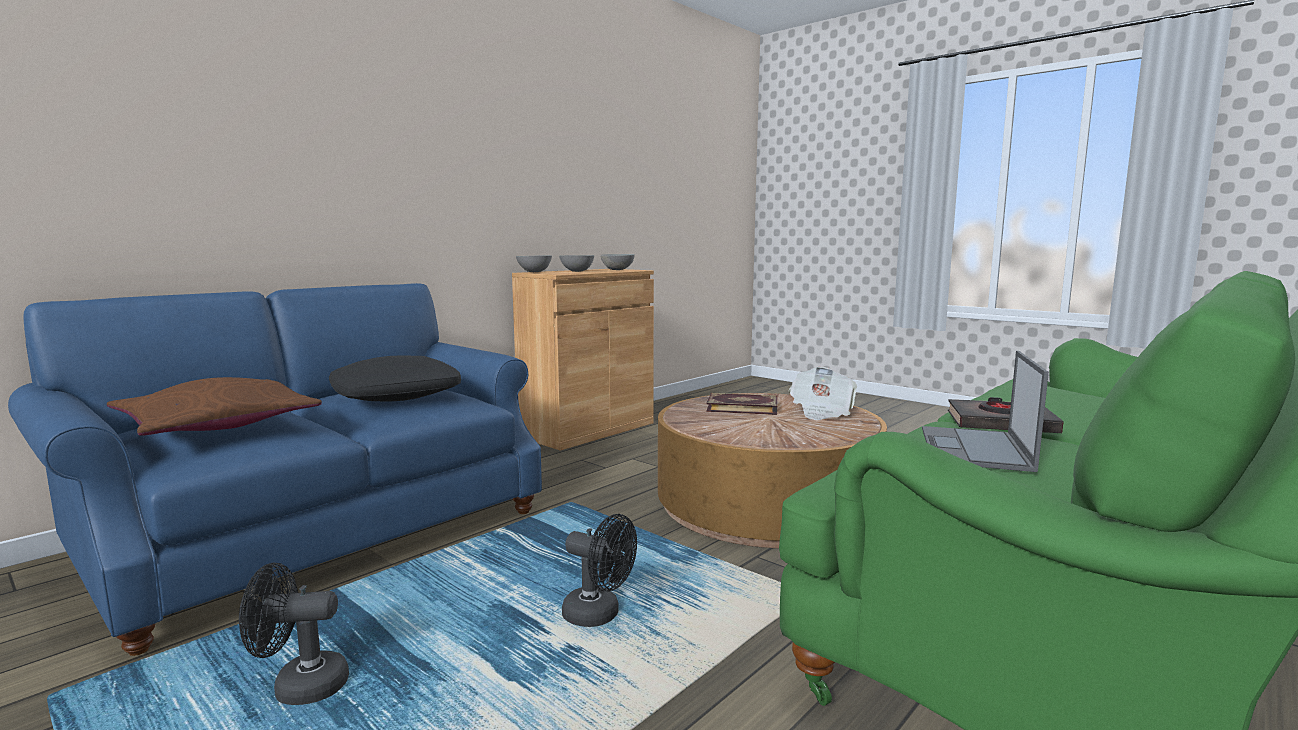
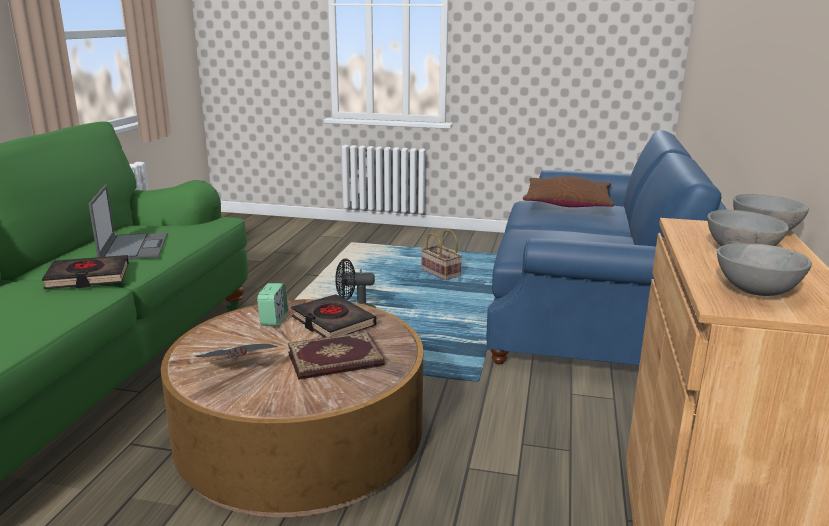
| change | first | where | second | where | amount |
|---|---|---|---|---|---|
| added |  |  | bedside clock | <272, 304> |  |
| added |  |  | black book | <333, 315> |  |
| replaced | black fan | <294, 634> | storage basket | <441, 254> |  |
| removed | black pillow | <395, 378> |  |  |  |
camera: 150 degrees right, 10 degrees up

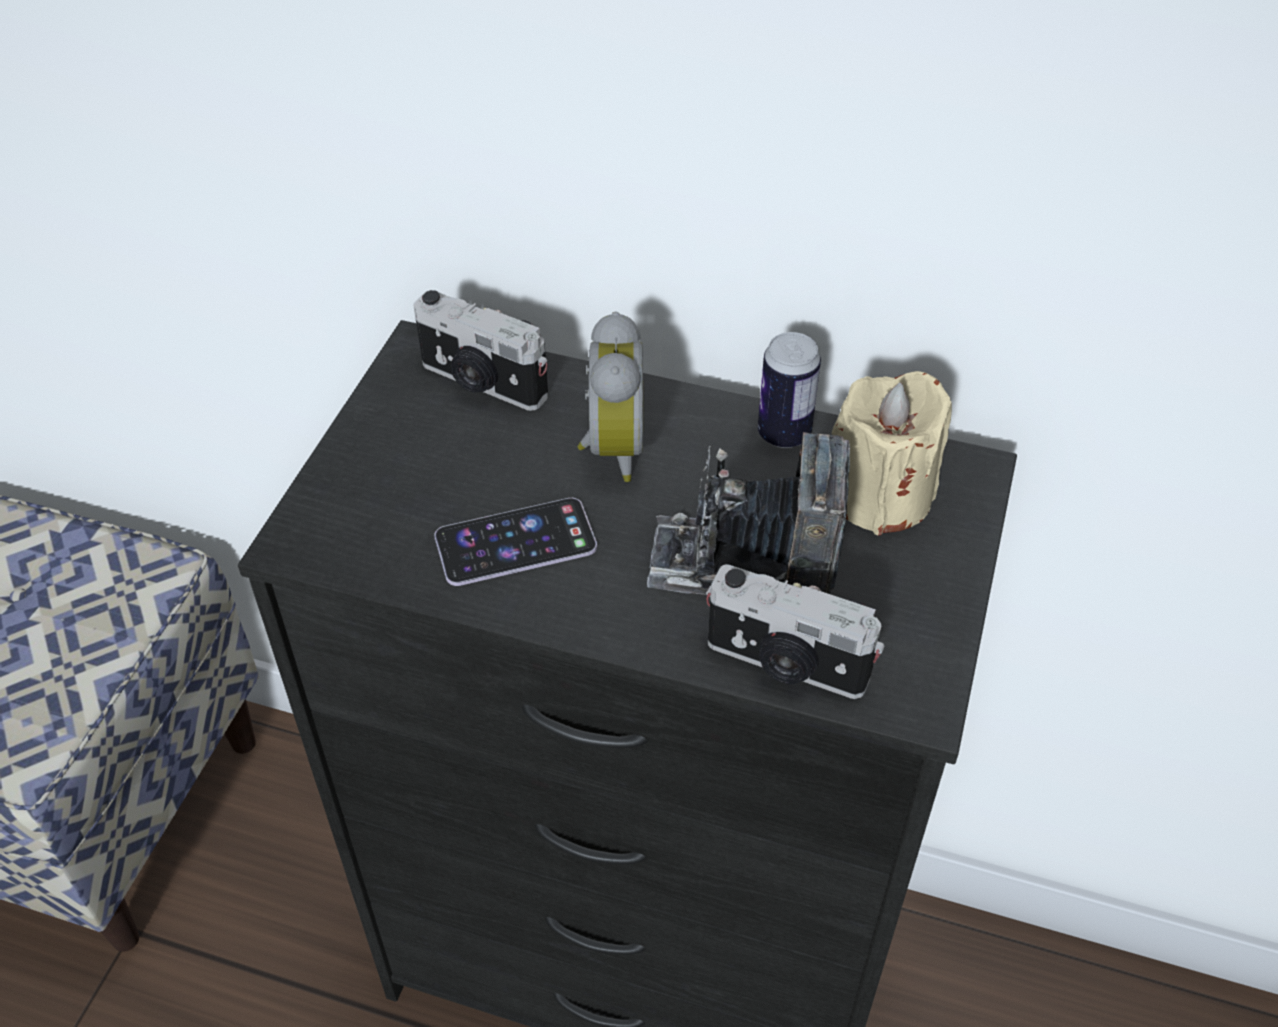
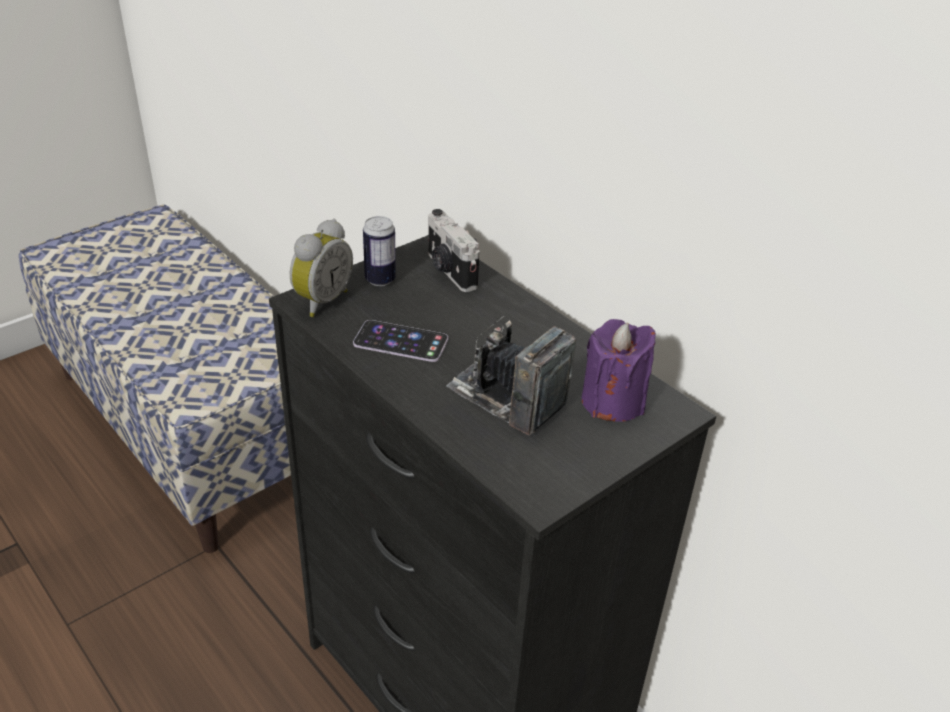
| change | first | where | second | where | amount |
|---|---|---|---|---|---|
| moved | bedside clock | <610, 396> |  | <321, 268> |  |
| moved | can | <789, 390> |  | <379, 251> |  |
| recoloured | sand-coloured candle | <891, 453> | purple candle | <618, 370> |  |
| removed | photo camera | <795, 631> |  |  |  |
camera: 30 degrees right, 10 degrees down

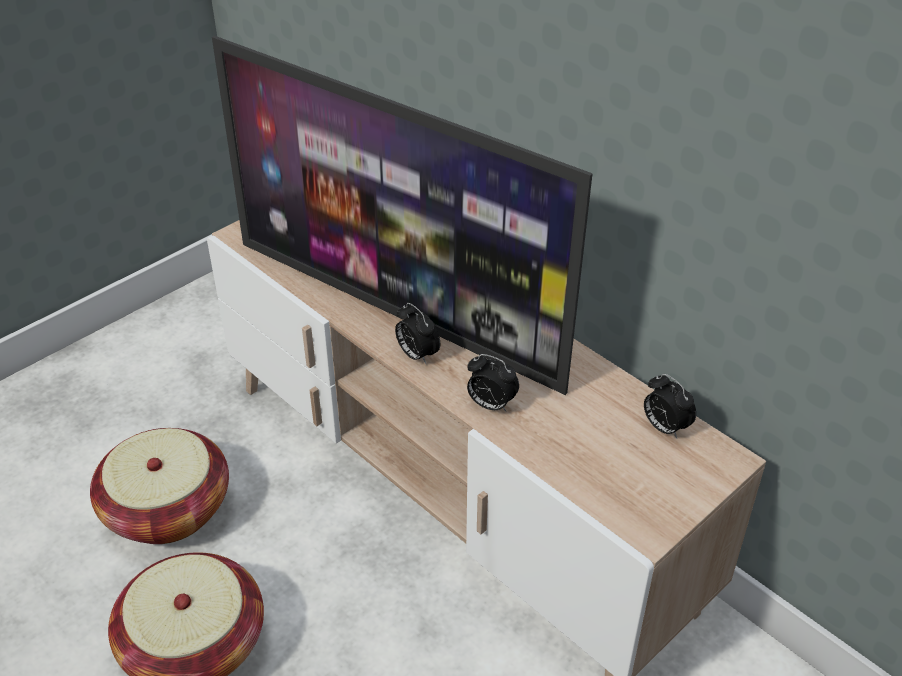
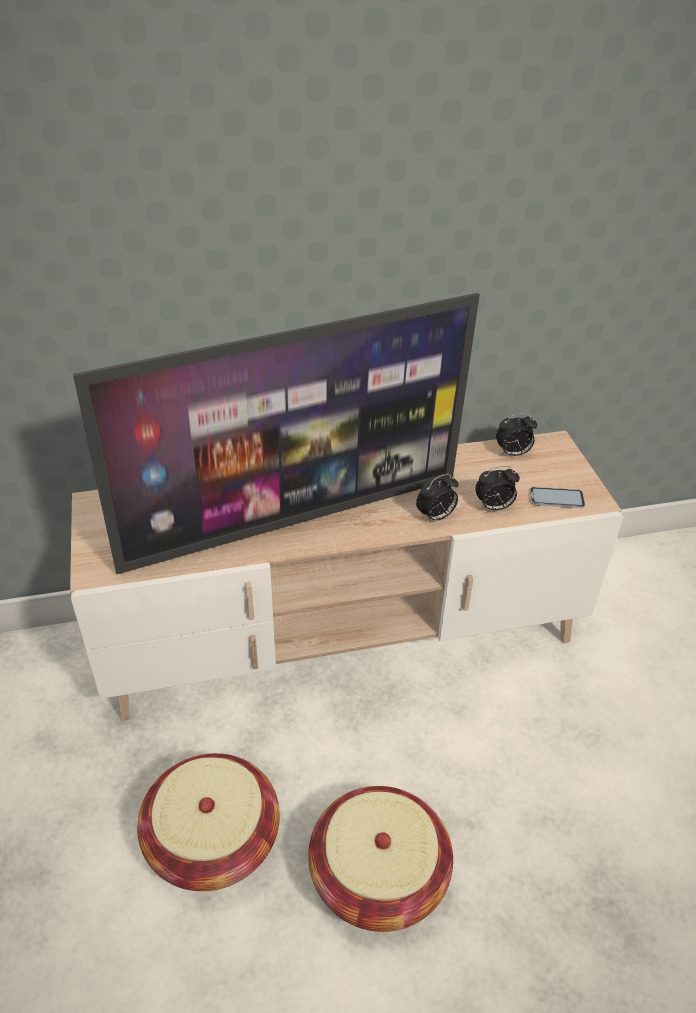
| change | first | where | second | where | amount |
|---|---|---|---|---|---|
| moved | bedside clock | <417, 333> |  | <497, 488> |  |
| added |  |  | telephone | <557, 497> |  |
camera: 60 degrees left, 0 degrees up

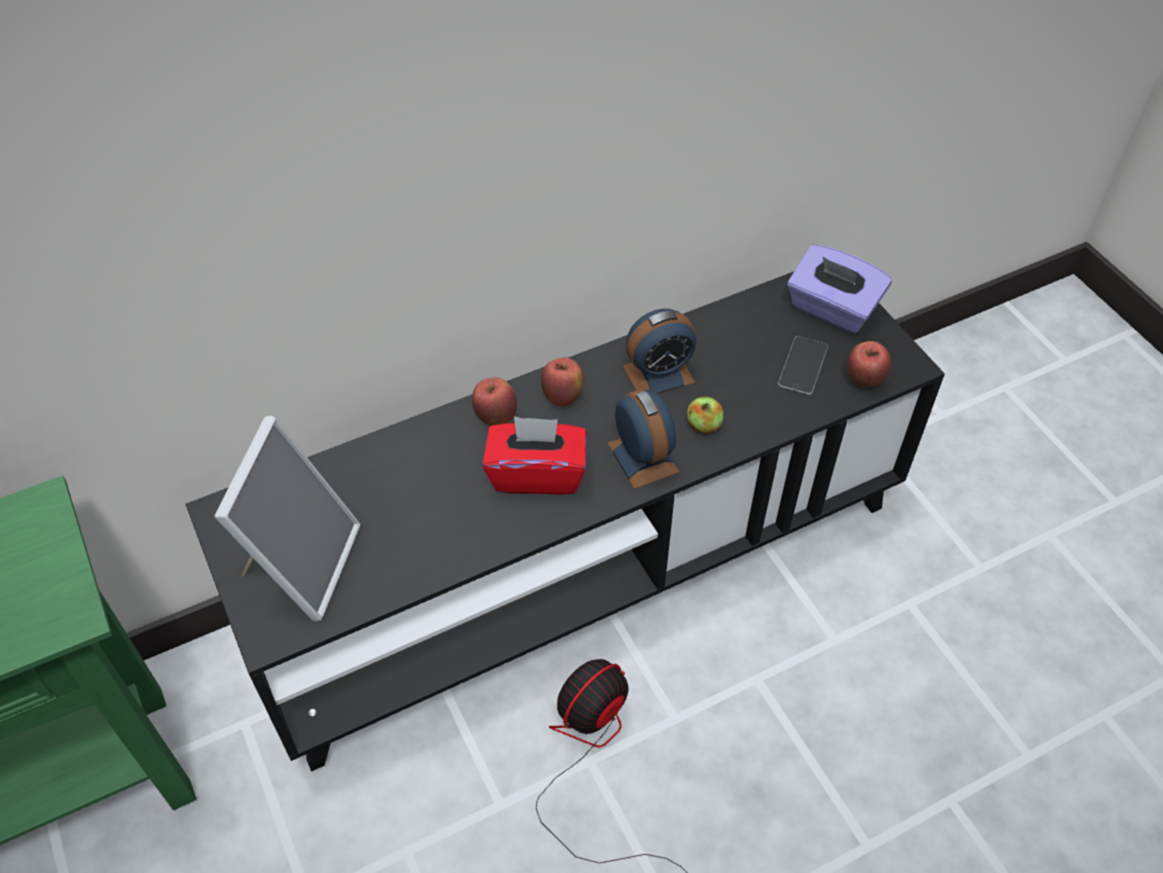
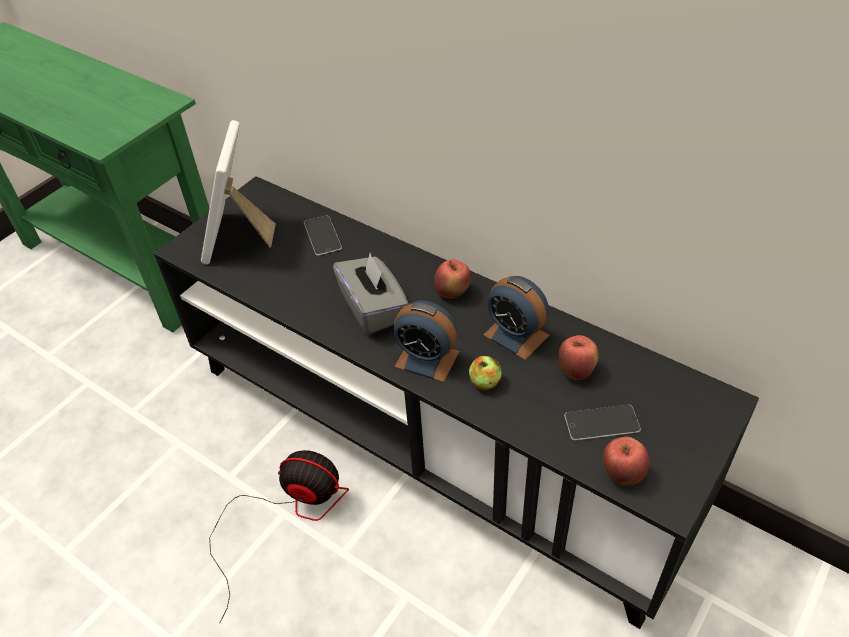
| change | first | where | second | where | amount |
|---|---|---|---|---|---|
| turned | picture frame | <287, 518> |  | <238, 192> | 105 degrees clockwise |
| added |  |  | telephone | <323, 236> |  |
| recoloured | red tissue holder | <534, 455> | gray tissue holder | <370, 294> |  |
| turned | bedside clock | <643, 439> |  | <426, 341> | 75 degrees clockwise |
| moved | apple | <494, 401> |  | <578, 357> |  |
| removed | purple tissue holder | <839, 289> |  |  |  |
camera: 65 degrees right, 5 degrees down

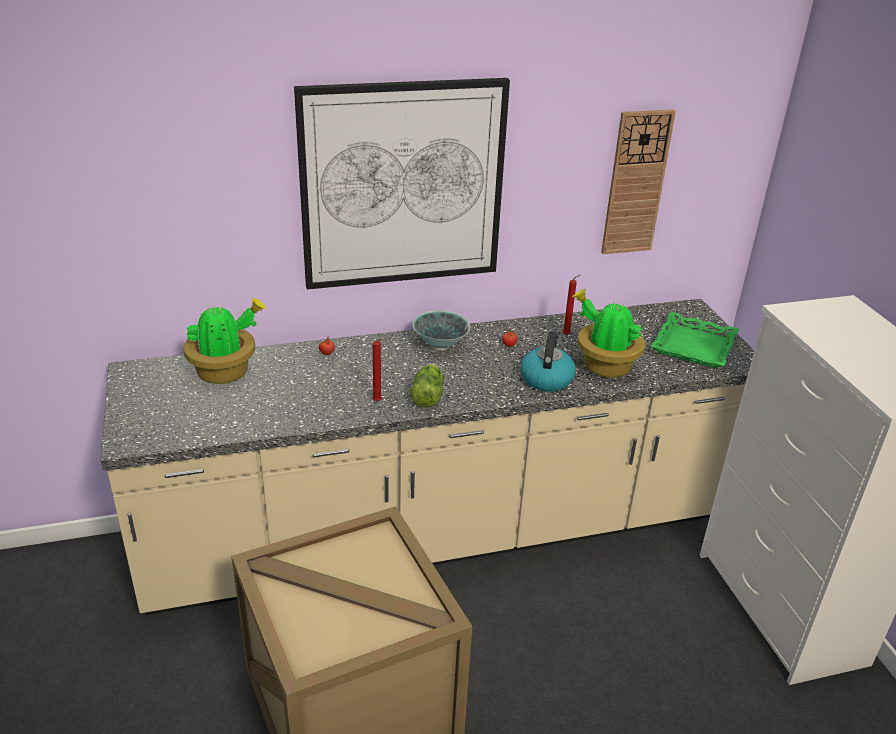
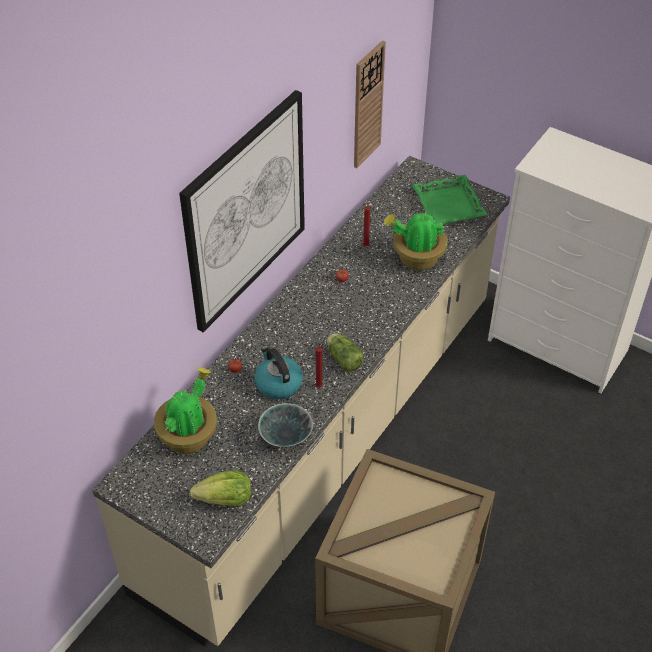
| change | first | where | second | where | amount |
|---|---|---|---|---|---|
| added |  |  | lettuce head | <220, 488> |  |
| moved | kettle | <548, 361> |  | <279, 373> |  |
| moved | deep dish | <441, 330> |  | <285, 425> |  |
camera: 40 degrees left, 15 degrees up

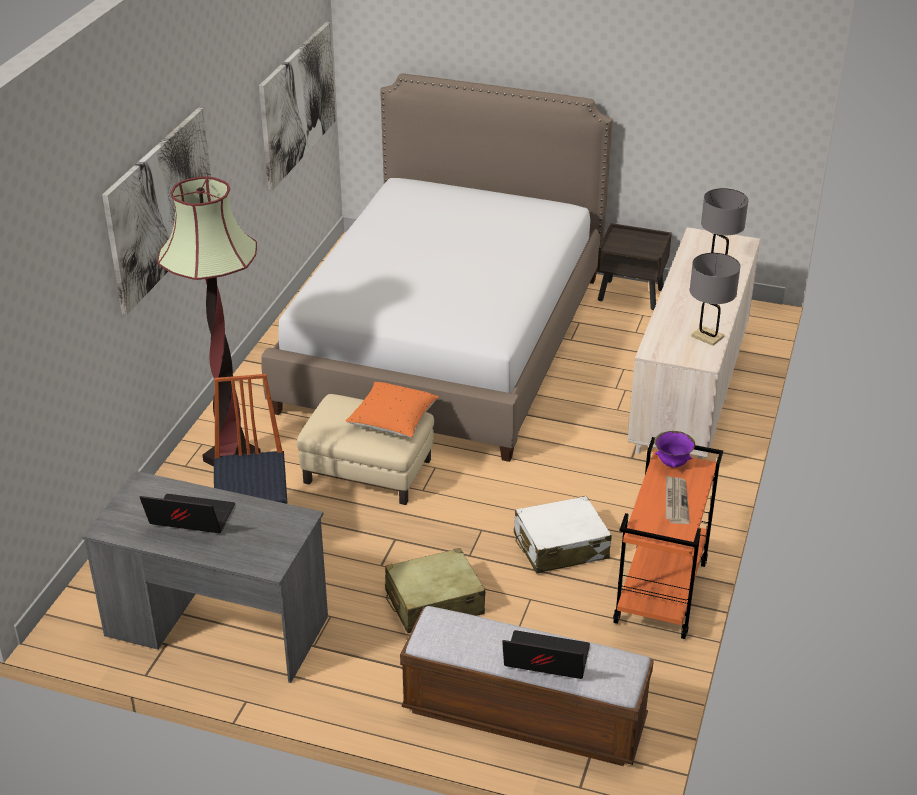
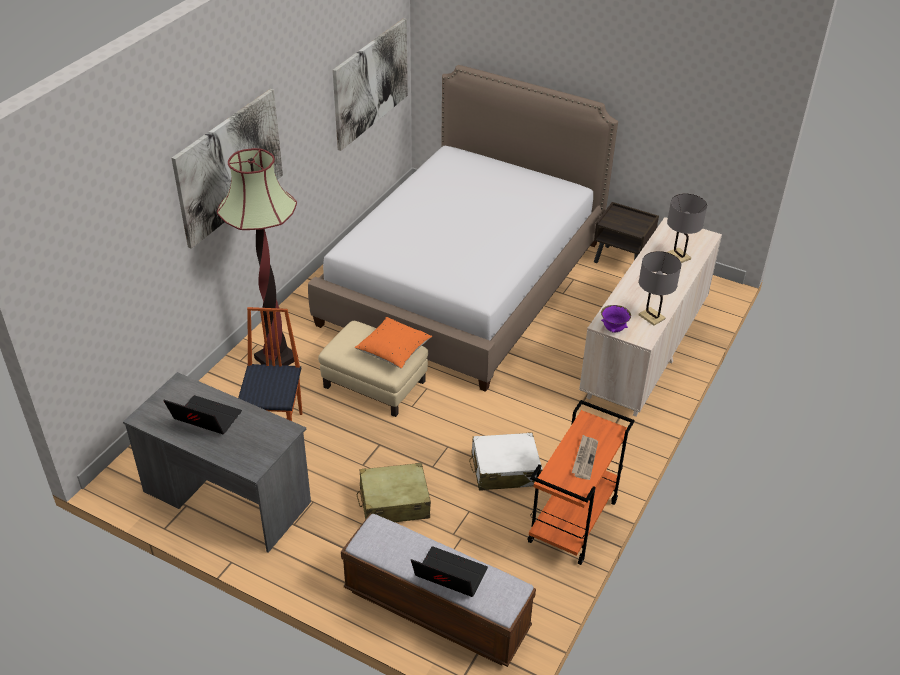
| change | first | where | second | where | amount |
|---|---|---|---|---|---|
| moved | purple deep dish | <674, 449> |  | <616, 318> |  |
camera: 10 degrees right, 5 degrees up

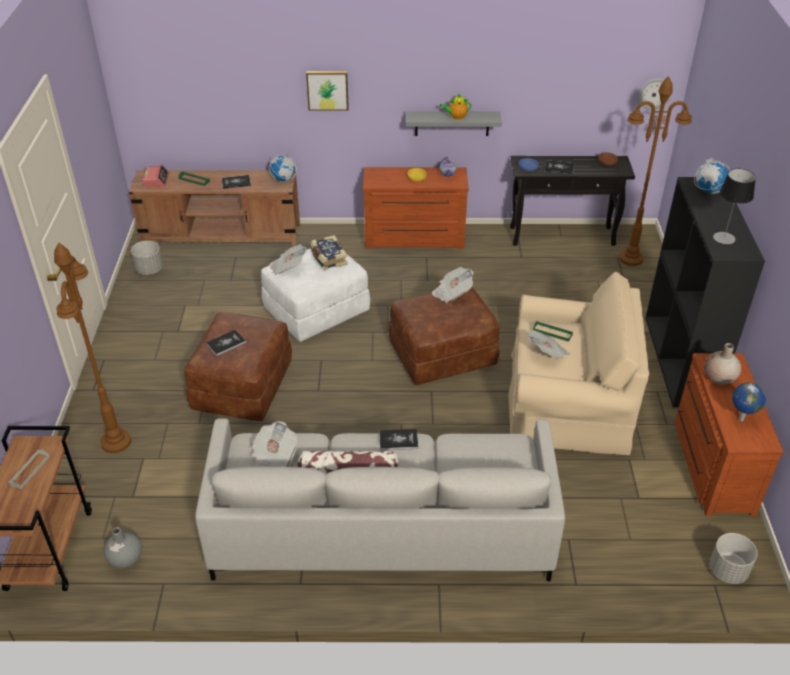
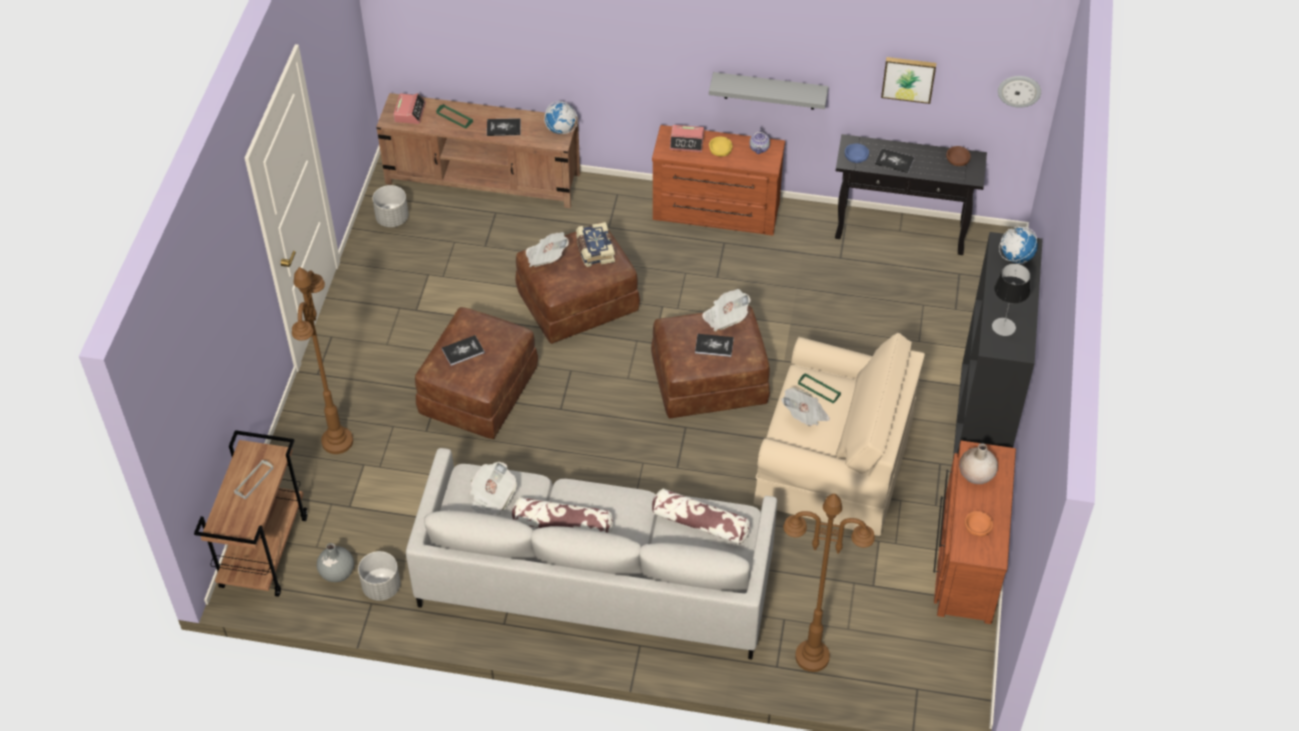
| change | first | where | second | where | amount |
|---|---|---|---|---|---|
| moved | gray planter | <733, 558> |  | <379, 576> |  |
| recoloured | white-coloured pouffe | <315, 295> | brownish pouffe | <577, 283> |  |
| added |  |  | pillow | <701, 516> |  |
| added |  |  | bedside clock | <687, 138> |  |
| moved | book | <398, 439> |  | <714, 345> |  |
| moved | brownish standing lamp | <655, 171> |  | <829, 583> |  |
| moved | wall picture | <327, 91> |  | <909, 80> |  |
| replaced | desk globe | <749, 401> | orange-coloured deep dish | <979, 524> |  |
| removed | teapot | <455, 107> |  |  |  |
camera: 10 degrees right, 10 degrees up

